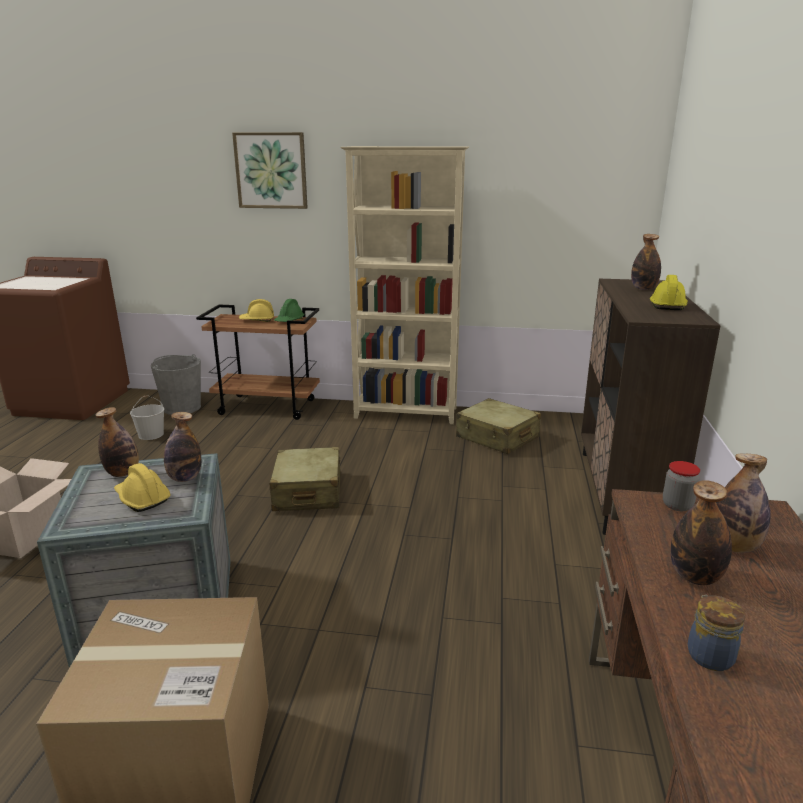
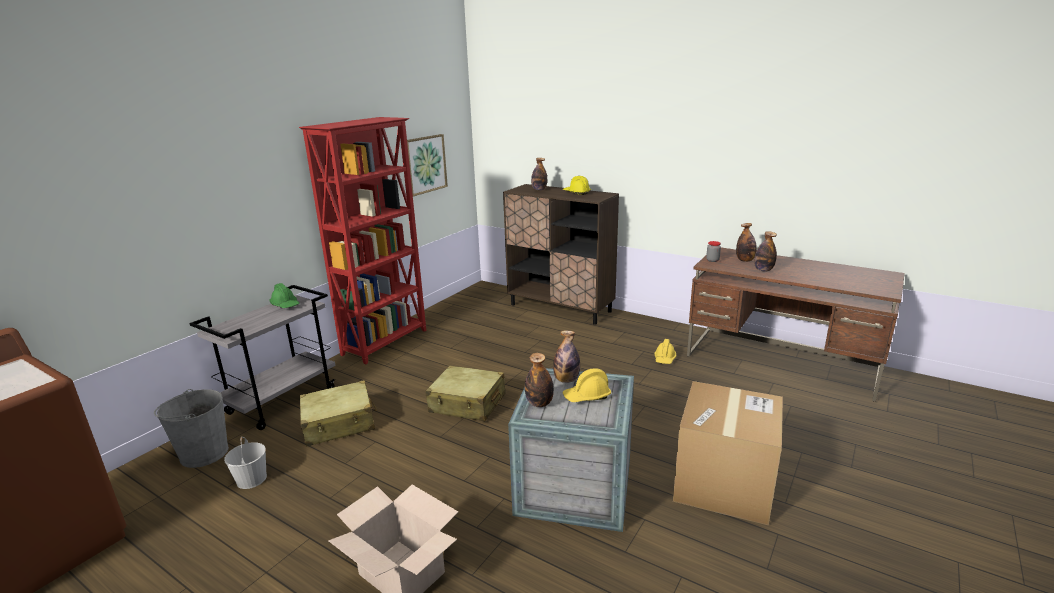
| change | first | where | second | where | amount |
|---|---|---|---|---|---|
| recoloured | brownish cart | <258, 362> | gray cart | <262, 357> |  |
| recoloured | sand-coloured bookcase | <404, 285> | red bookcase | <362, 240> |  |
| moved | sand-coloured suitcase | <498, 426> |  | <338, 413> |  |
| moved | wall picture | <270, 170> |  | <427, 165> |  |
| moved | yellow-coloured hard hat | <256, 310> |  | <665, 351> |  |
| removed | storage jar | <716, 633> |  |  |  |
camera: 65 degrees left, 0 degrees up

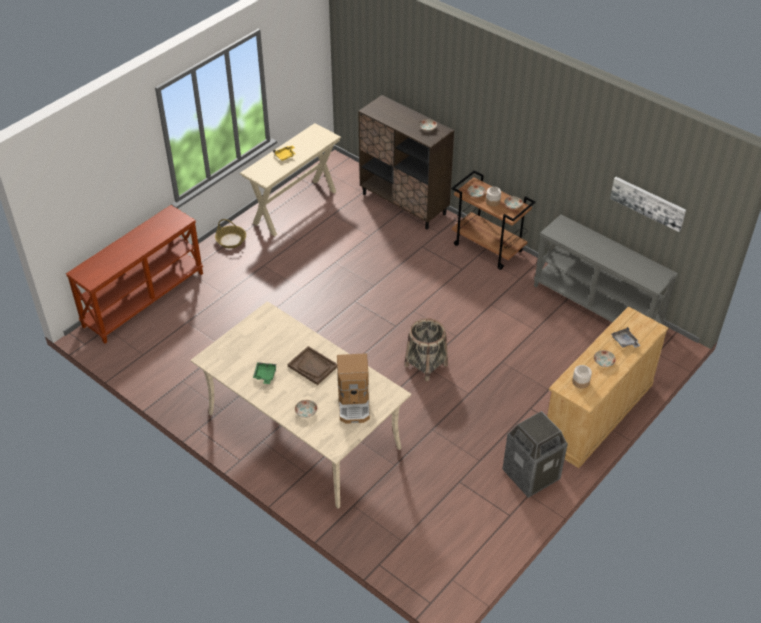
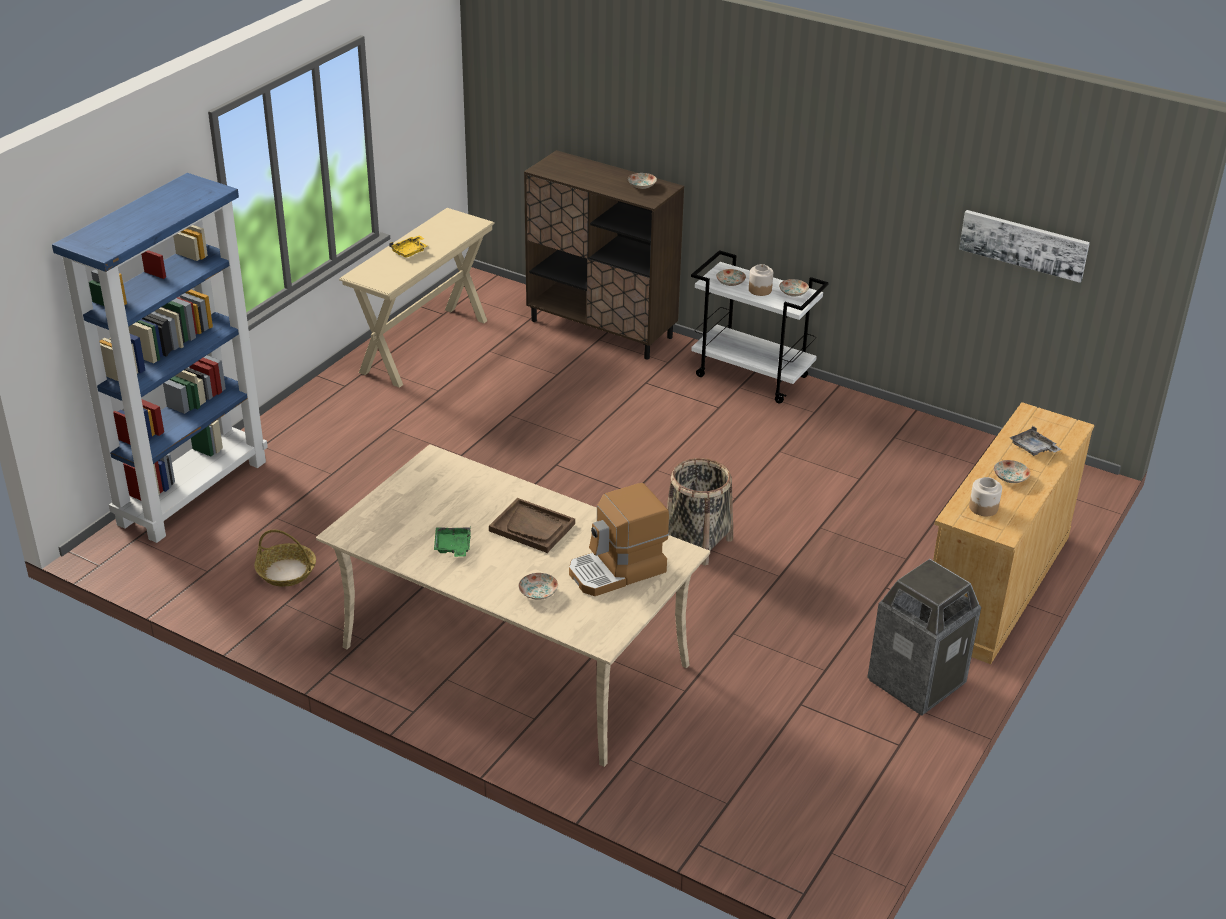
| change | first | where | second | where | amount |
|---|---|---|---|---|---|
| replaced | brownish narrow table | <134, 274> | blue-coloured bookcase | <160, 358> |  |
| moved | storage basket | <230, 233> |  | <285, 558> |  |
| turned | coffee machine | <353, 388> |  | <619, 539> | 75 degrees clockwise |
| recoloured | brownish cart | <493, 220> | white-coloured cart | <760, 327> |  |
| removed | gray narrow table | <606, 269> |  |  |  |
camera: 10 degrees left, 10 degrees down

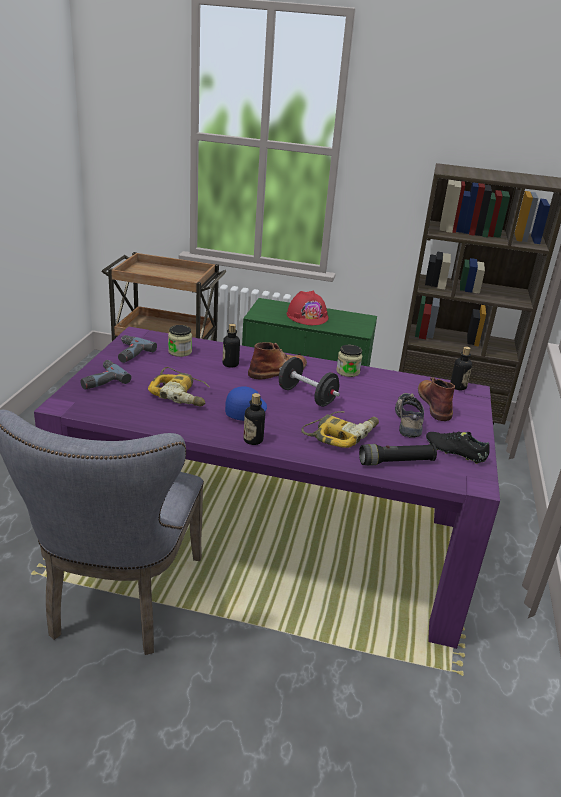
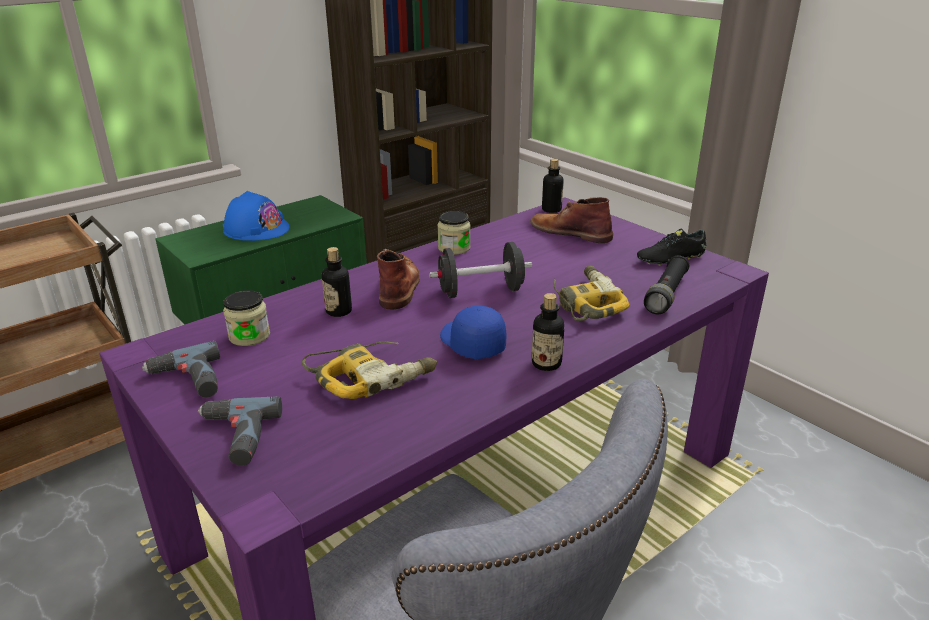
| change | first | where | second | where | amount |
|---|---|---|---|---|---|
| recoloured | red hard hat | <308, 307> | blue-coloured hard hat | <256, 216> |  |
| removed | shoe | <409, 415> |  |  |  |
camera: 50 degrees left, 0 degrees up

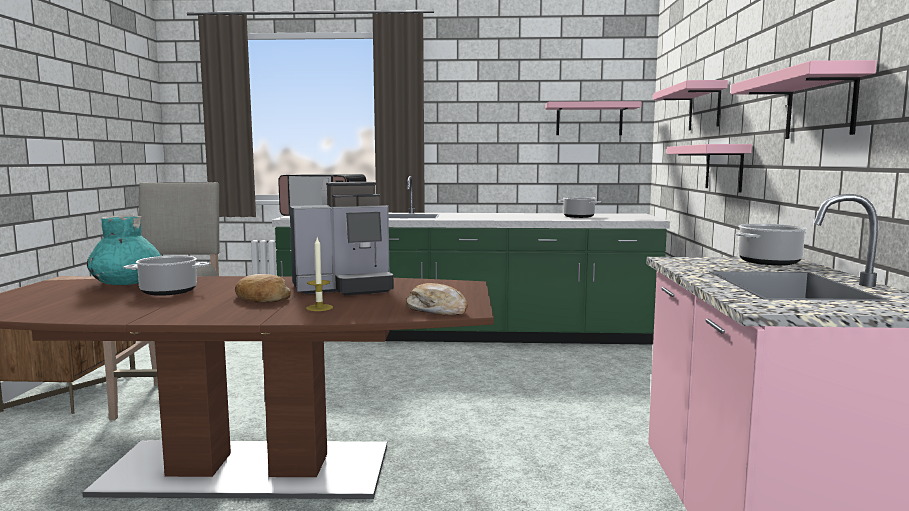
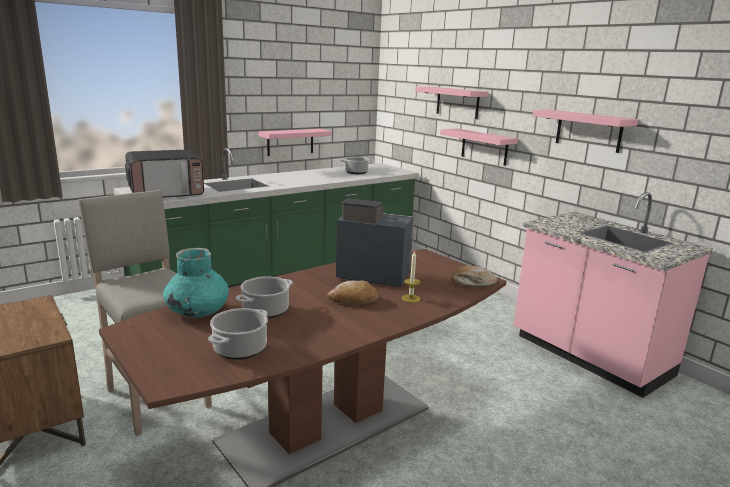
| change | first | where | second | where | amount |
|---|---|---|---|---|---|
| moved | cooking pot | <771, 244> |  | <238, 334> |  |
| moved | pink-coloured bracket shelf | <593, 118> |  | <295, 142> |  |
| turned | coffee machine | <341, 238> |  | <375, 242> | 105 degrees counterclockwise |
camera: 40 degrees left, 10 degrees up

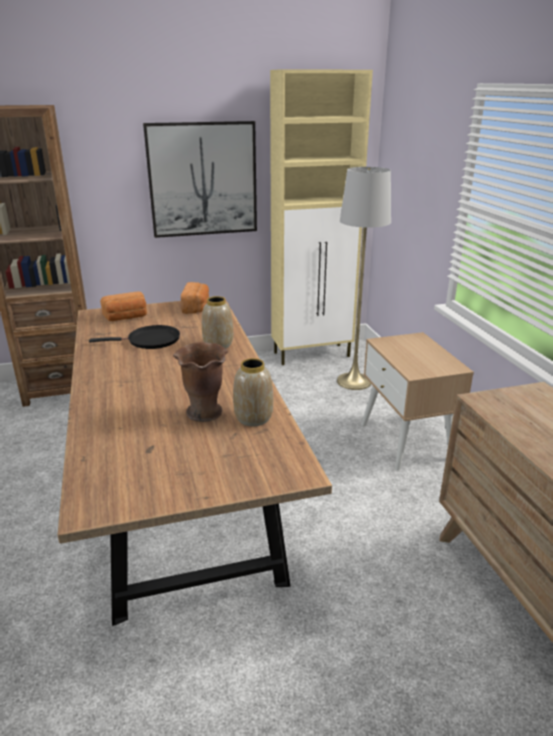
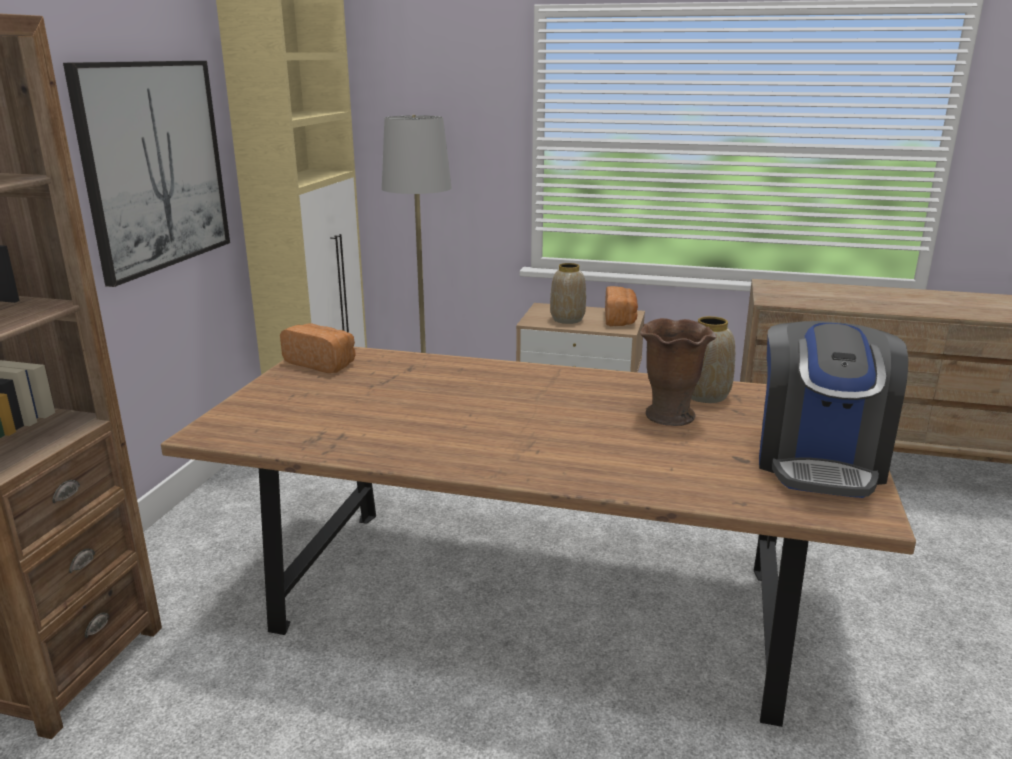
| change | first | where | second | where | amount |
|---|---|---|---|---|---|
| moved | vase | <217, 322> |  | <568, 293> |  |
| moved | bakery bread | <123, 306> |  | <621, 306> |  |
| added |  |  | coffee machine | <833, 409> |  |
| removed | black frying pan | <134, 337> |  |  |  |
camera: 60 degrees left, 5 degrees down

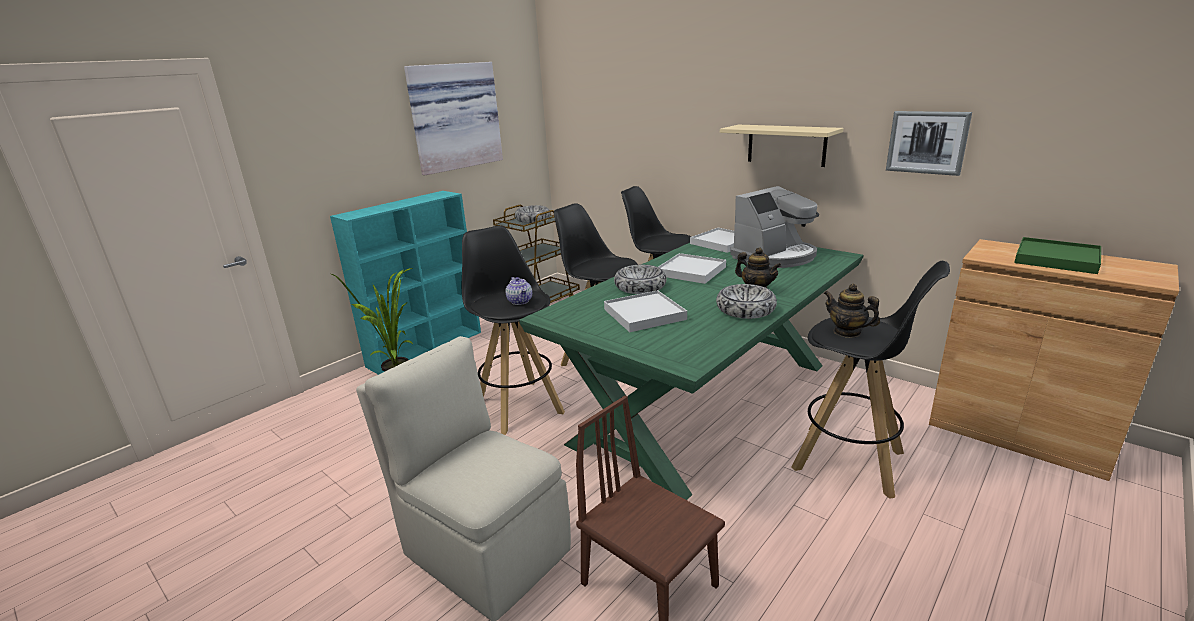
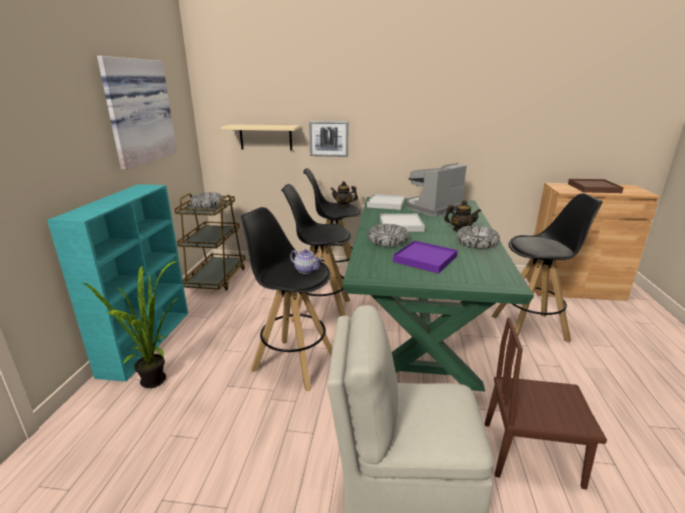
| change | first | where | second | where | amount |
|---|---|---|---|---|---|
| moved | sand-coloured bracket shelf | <782, 146> |  | <260, 137> |  |
| moved | wall picture | <929, 143> |  | <328, 139> |  |
| moved | teapot | <852, 311> |  | <344, 194> |  |
| recoloured | white-coloured carrying tray | <645, 311> | purple carrying tray | <425, 257> |  |
| turned | coffee machine | <774, 227> |  | <436, 190> | 150 degrees counterclockwise |
| recoloured | greenish carrying tray | <1057, 255> | brownish carrying tray | <596, 186> |  |
camera: 35 degrees left, 0 degrees up

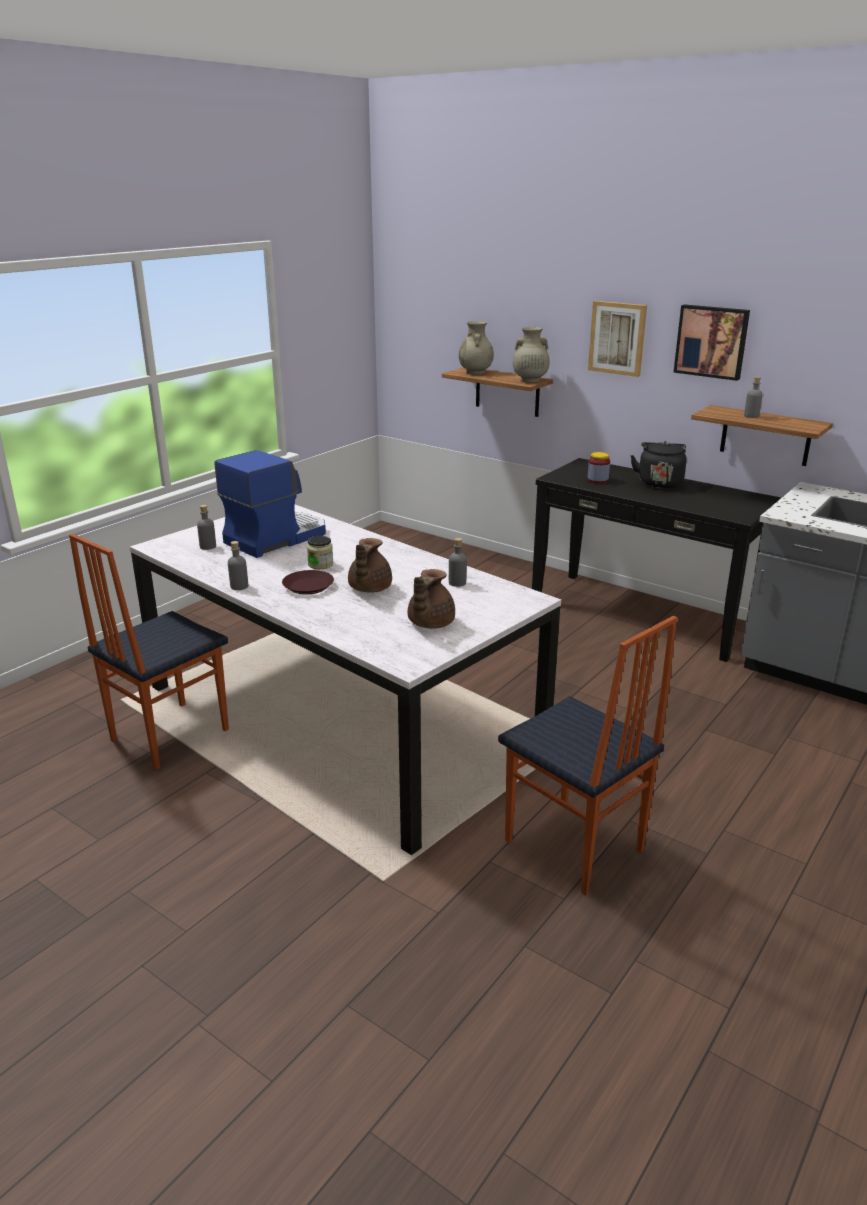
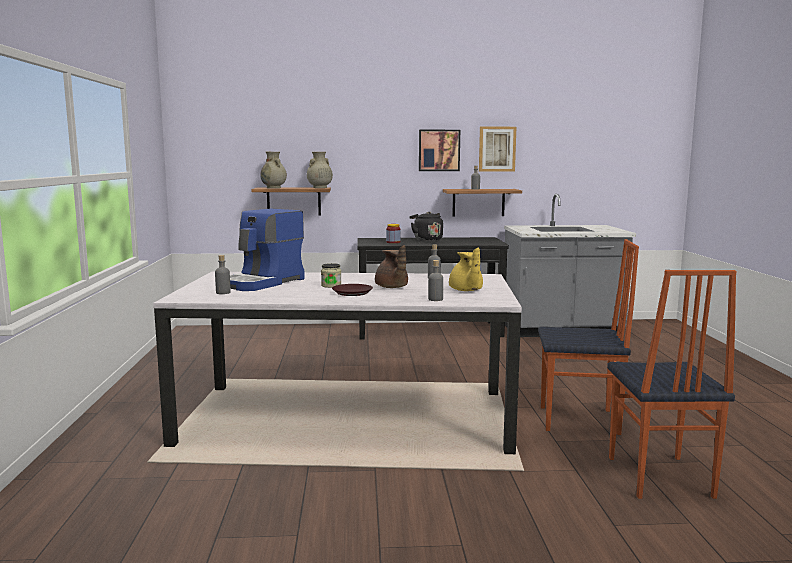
| change | first | where | second | where | amount |
|---|---|---|---|---|---|
| turned | coffee machine | <270, 504> |  | <267, 250> | 150 degrees counterclockwise |
| moved | gray bottle | <238, 565> |  | <435, 280> |  |
| recoloured | brownish teapot | <431, 599> | yellow-coloured teapot | <466, 269> |  |
| moved | wall picture | <617, 339> |  | <497, 149> |  |
| moved | upright chair | <149, 652> |  | <672, 384> |  |
camera: 40 degrees left, 15 degrees down

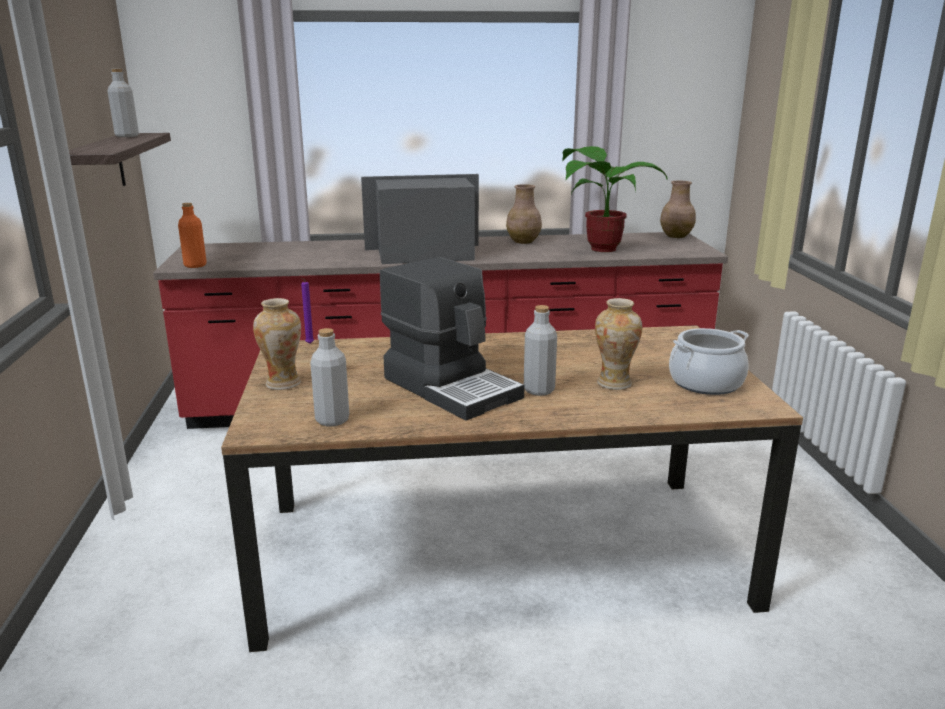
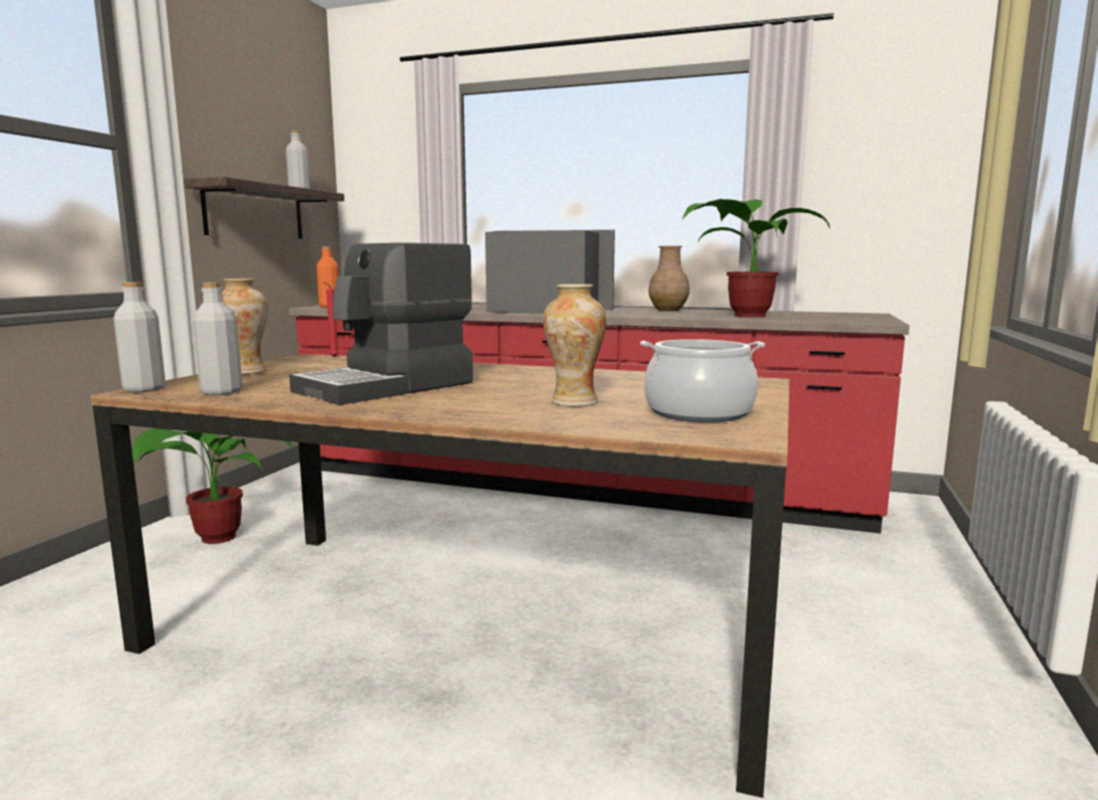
| change | first | where | second | where | amount |
|---|---|---|---|---|---|
| moved | gray bottle | <540, 350> |  | <140, 337> |  |
| added |  |  | potted plant | <212, 486> |  |
| turned | coffee machine | <452, 339> |  | <381, 324> | 60 degrees clockwise |
| recoloured | purple candle | <307, 311> | red candle | <331, 319> |  |
| removed | brownish vase | <678, 209> |  |  |  |
camera: 25 degrees right, 10 degrees down

